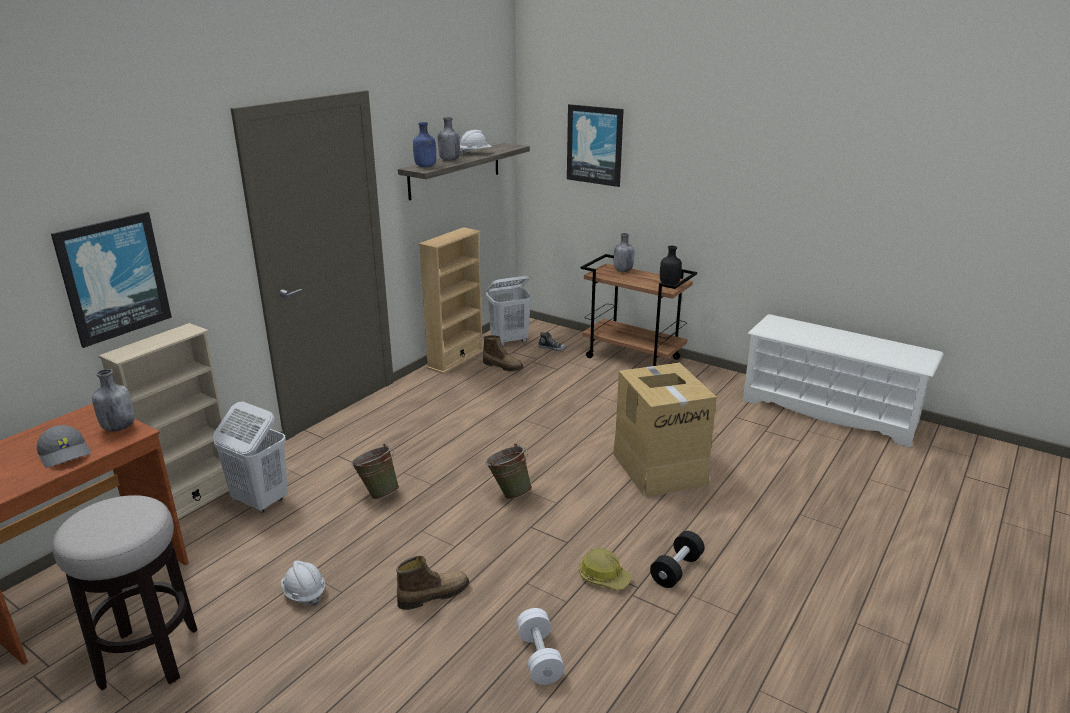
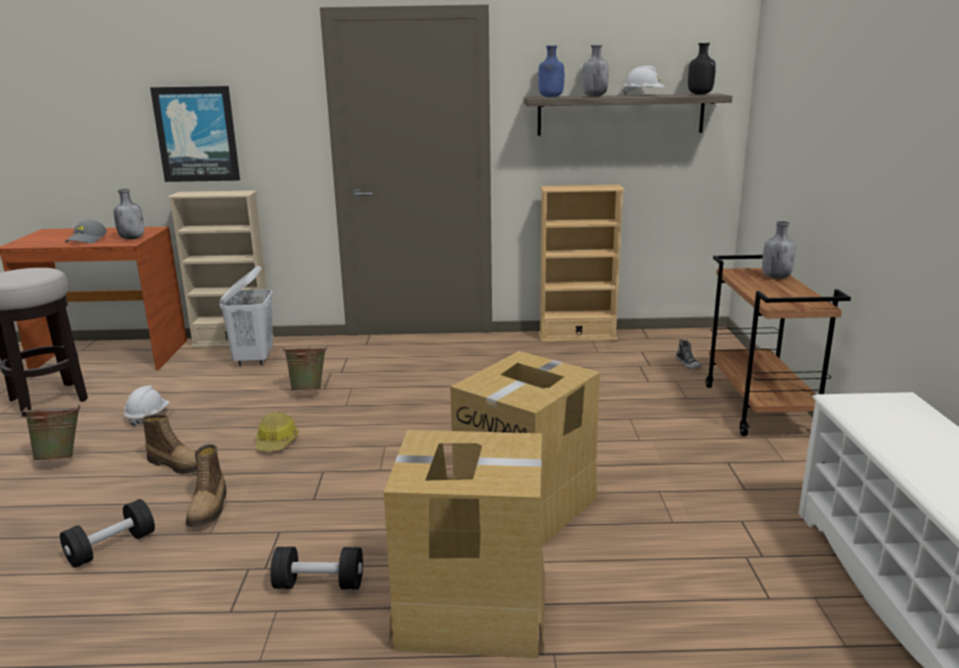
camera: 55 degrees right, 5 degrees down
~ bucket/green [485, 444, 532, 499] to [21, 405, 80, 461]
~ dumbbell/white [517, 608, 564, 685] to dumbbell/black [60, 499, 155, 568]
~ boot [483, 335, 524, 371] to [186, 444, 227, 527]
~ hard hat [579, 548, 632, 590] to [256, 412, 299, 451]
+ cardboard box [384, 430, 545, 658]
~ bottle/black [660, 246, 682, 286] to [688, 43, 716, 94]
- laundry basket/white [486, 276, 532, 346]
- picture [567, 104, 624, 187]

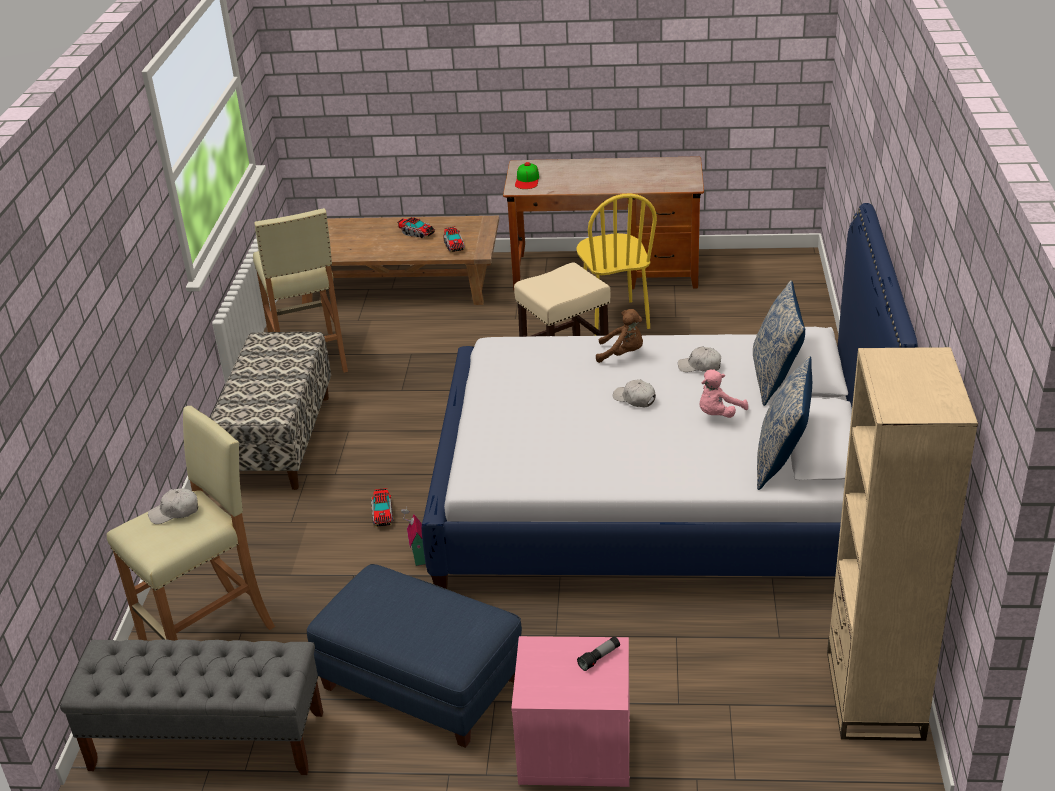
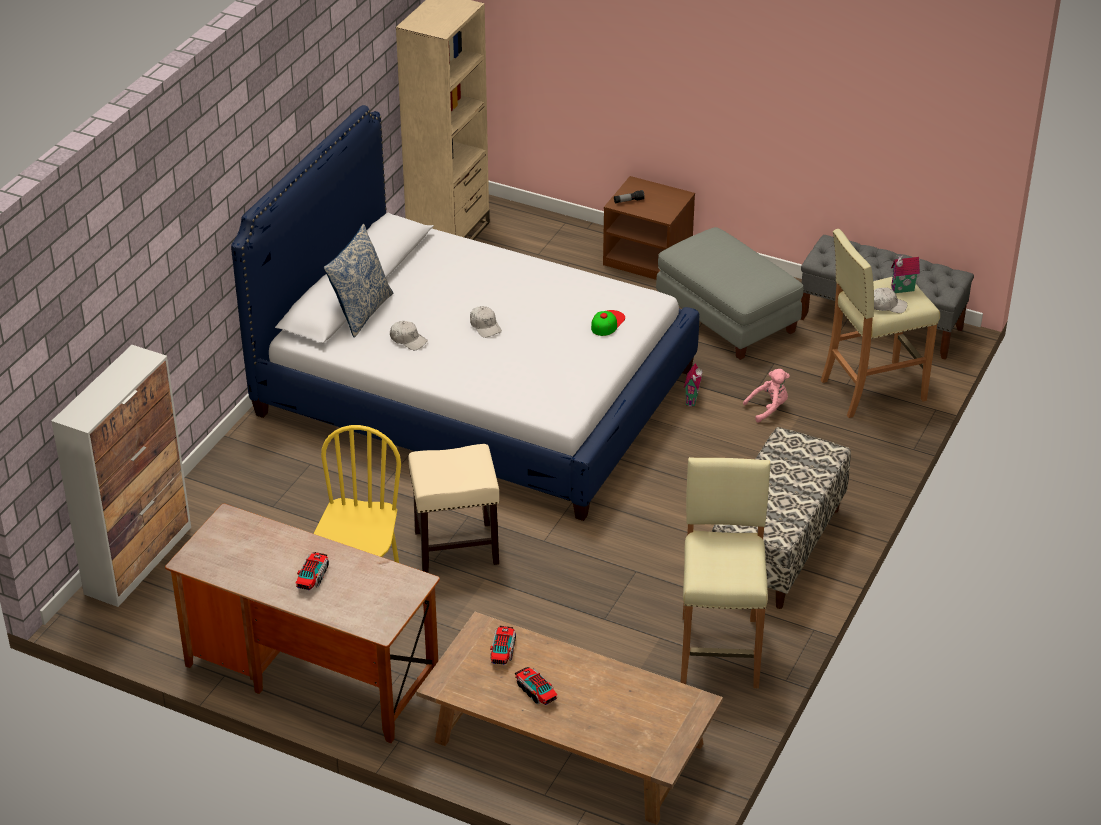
camera: 160 degrees left, 5 degrees up
+ cabinet [51, 345, 191, 607]
~ toy truck [371, 488, 393, 527] to [296, 552, 329, 590]
~ cap [515, 162, 539, 189] to [591, 310, 625, 336]
~ nightstand/pink [511, 636, 630, 787] to nightstand/brown [603, 176, 695, 280]
~ ottoman/blue [307, 564, 522, 748] to ottoman/grey [656, 227, 804, 360]
~ plush toy/pink [700, 370, 748, 418] to [743, 369, 790, 423]
+ toy house [891, 254, 920, 293]
- plush toy/brown [596, 309, 643, 363]
- pillow [757, 356, 812, 490]

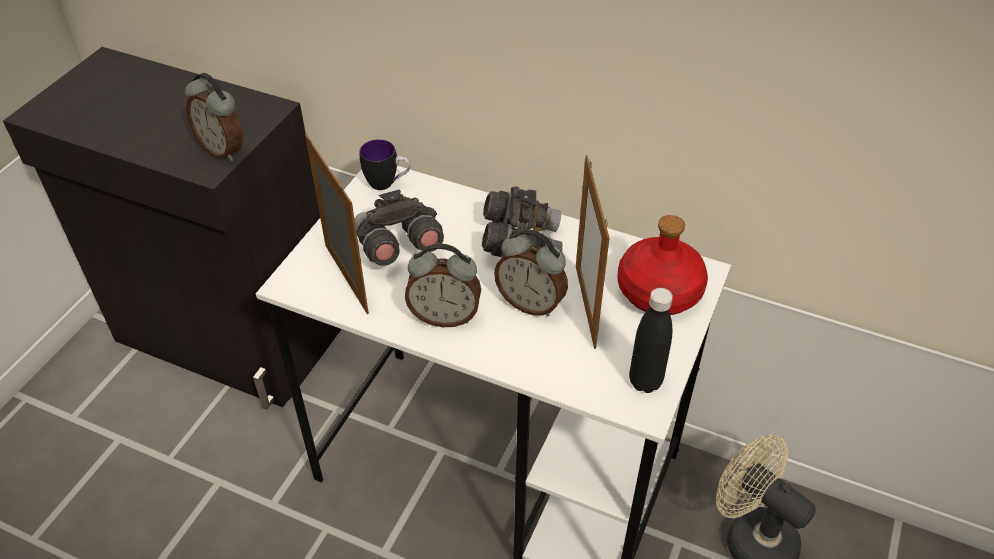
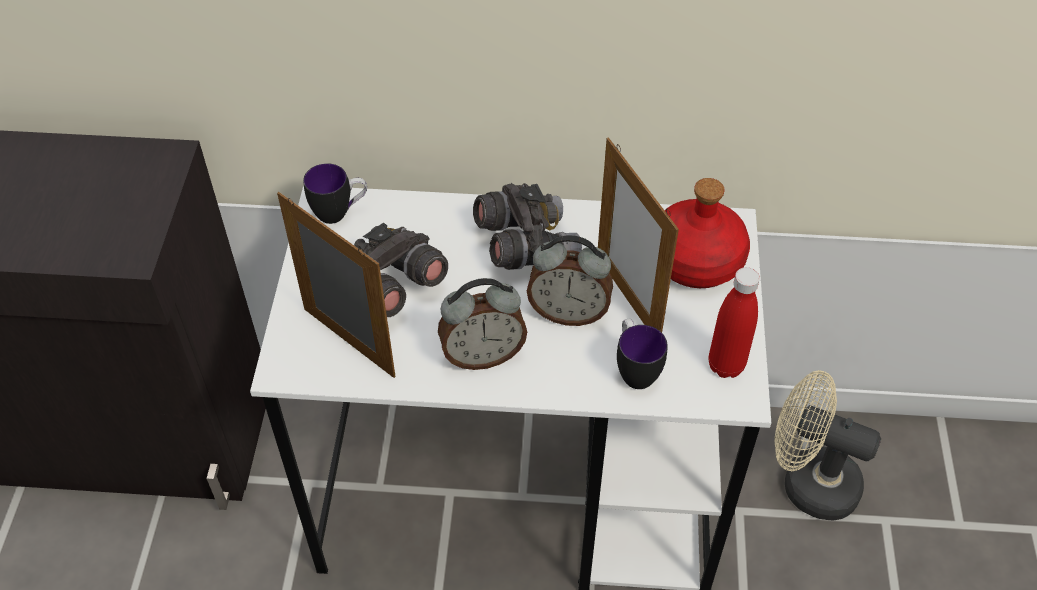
camera: 20 degrees left, 5 degrees up
+ mug [617, 319, 668, 389]
~ bottle/black [629, 288, 673, 393] to bottle/red [708, 267, 760, 378]
- alarm clock [185, 73, 243, 161]

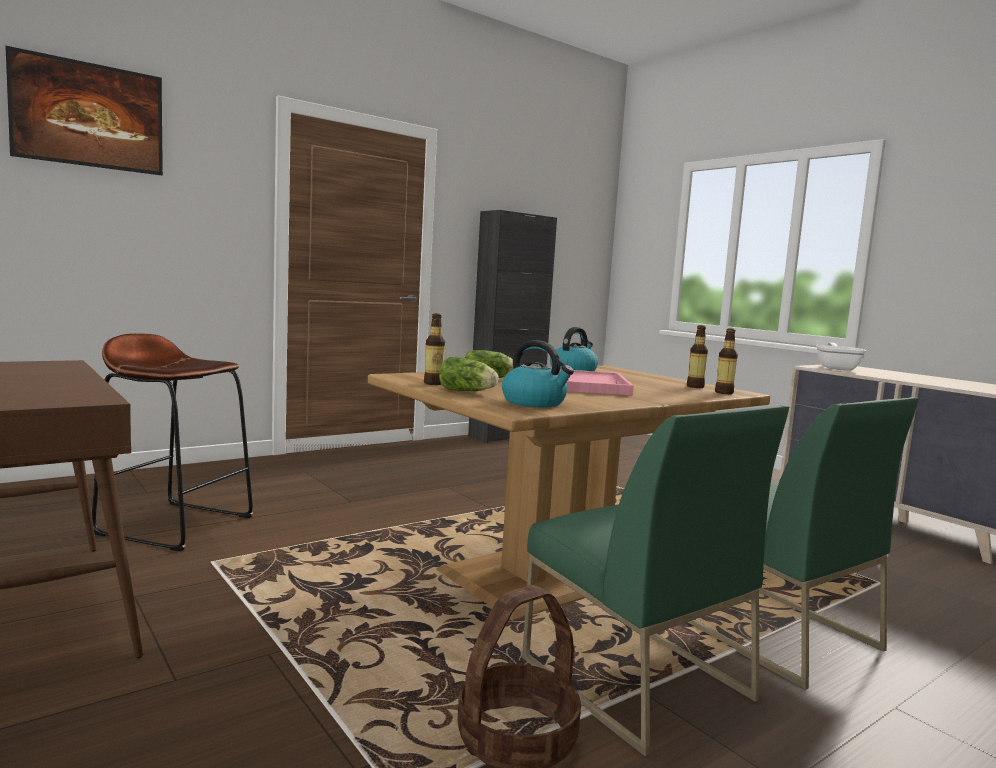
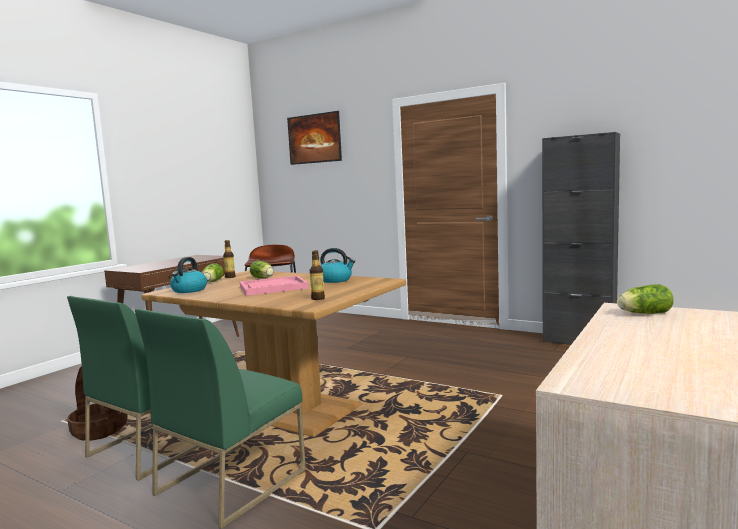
camera: 70 degrees right, 0 degrees up
~ frying pan [816, 343, 867, 371] to lettuce [617, 284, 673, 314]
- bottle [715, 328, 738, 394]

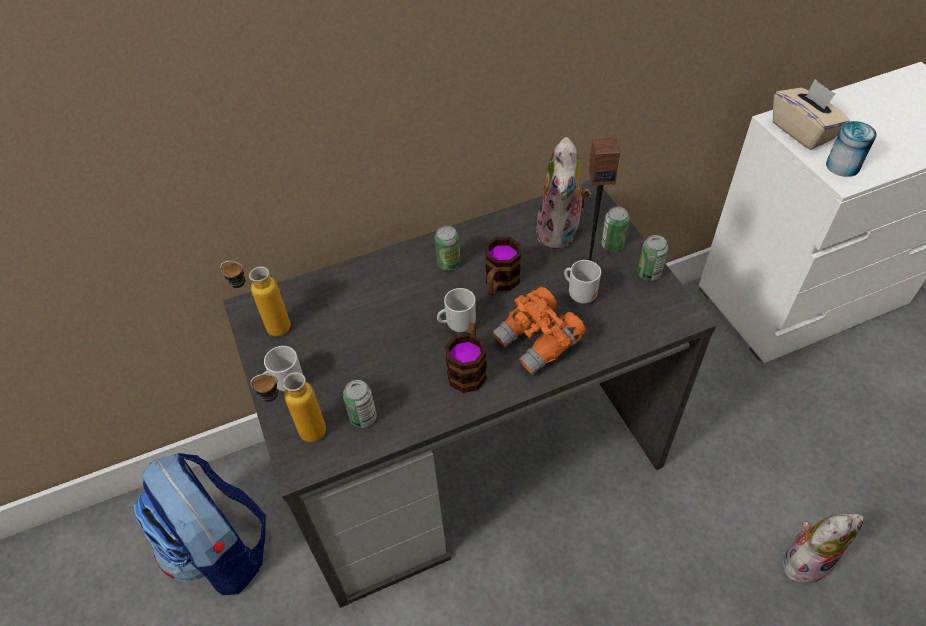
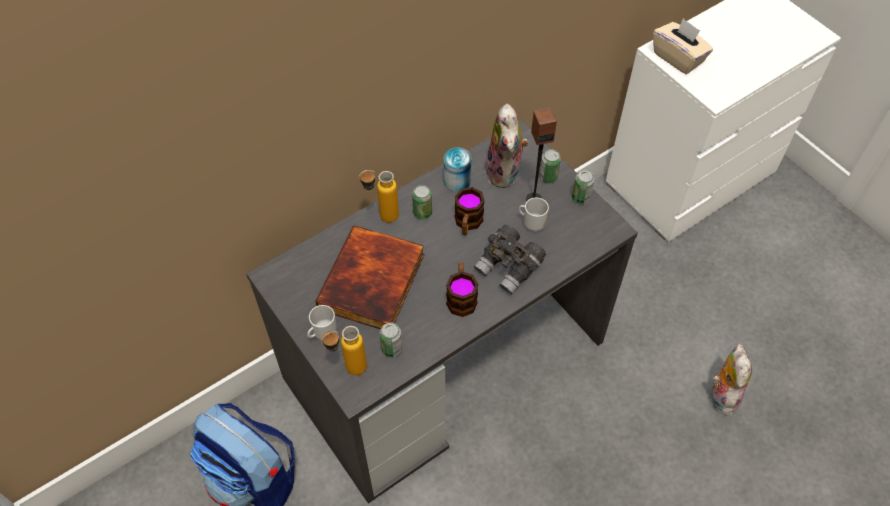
camera: 15 degrees left, 5 degrees up
+ book [315, 225, 425, 329]
~ bottle [220, 261, 291, 336] to [359, 170, 399, 223]
~ can [826, 121, 877, 177] to [444, 148, 471, 192]
~ binoculars/orange [492, 287, 586, 375] to binoculars/grey [474, 225, 546, 294]
~ plush toy [783, 514, 864, 584] = [711, 343, 752, 415] 45 degrees counterclockwise
- mug [437, 288, 476, 332]

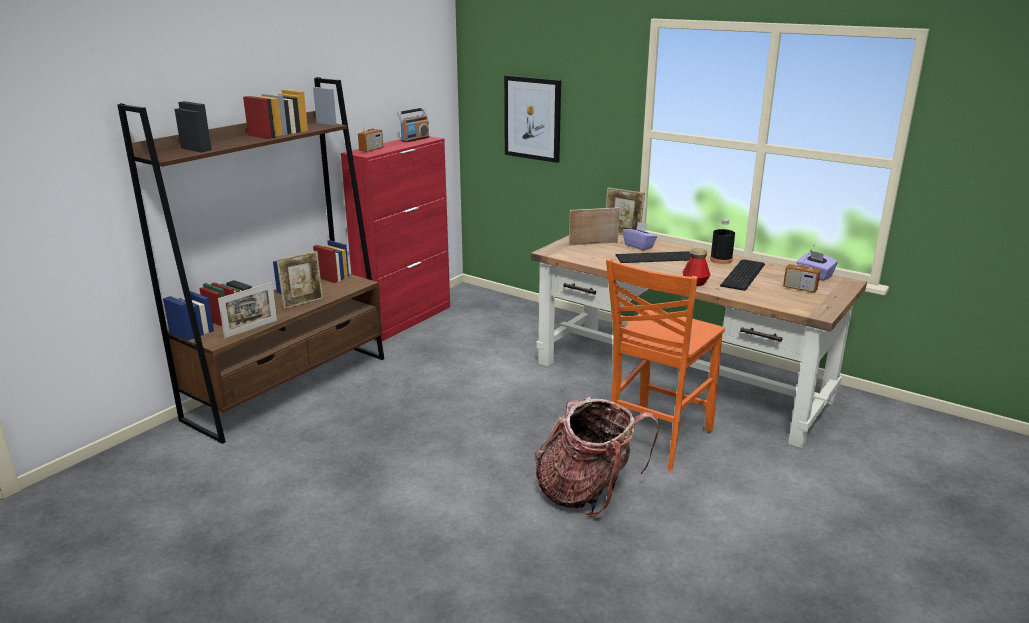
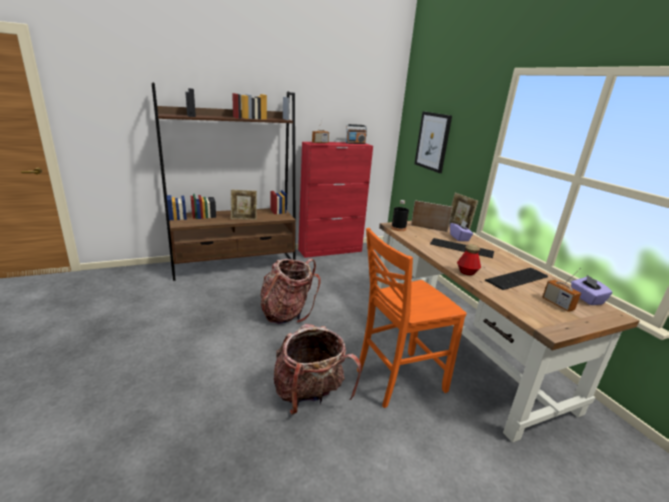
camera: 30 degrees right, 0 degrees up
+ backpack [261, 259, 320, 324]
~ bottle/black [710, 219, 735, 264] to [391, 200, 409, 231]
- picture frame [218, 282, 277, 338]

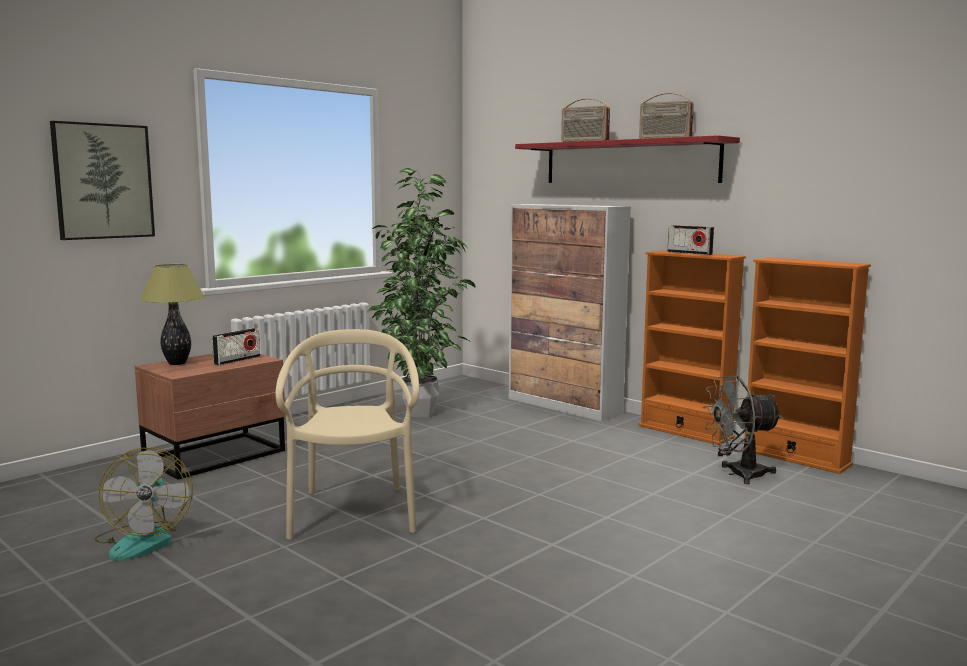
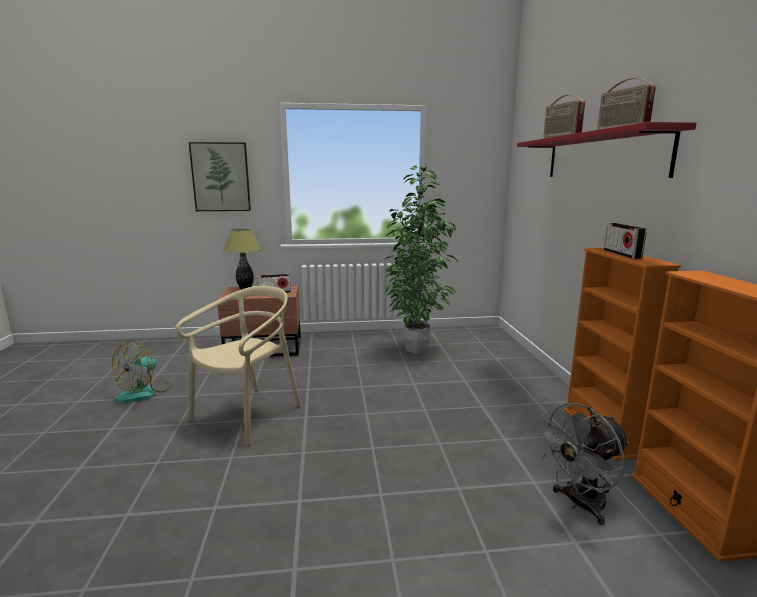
camera: 40 degrees right, 5 degrees up
~ fan/grey [703, 376, 783, 484] = [536, 403, 629, 525] 60 degrees counterclockwise
- cabinet [509, 204, 631, 421]

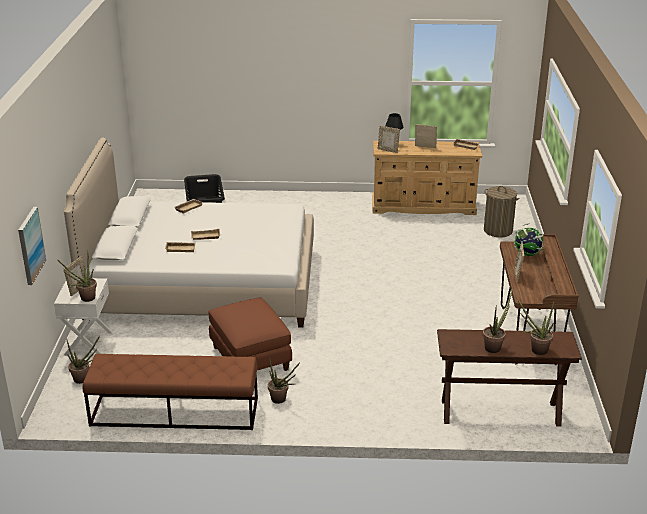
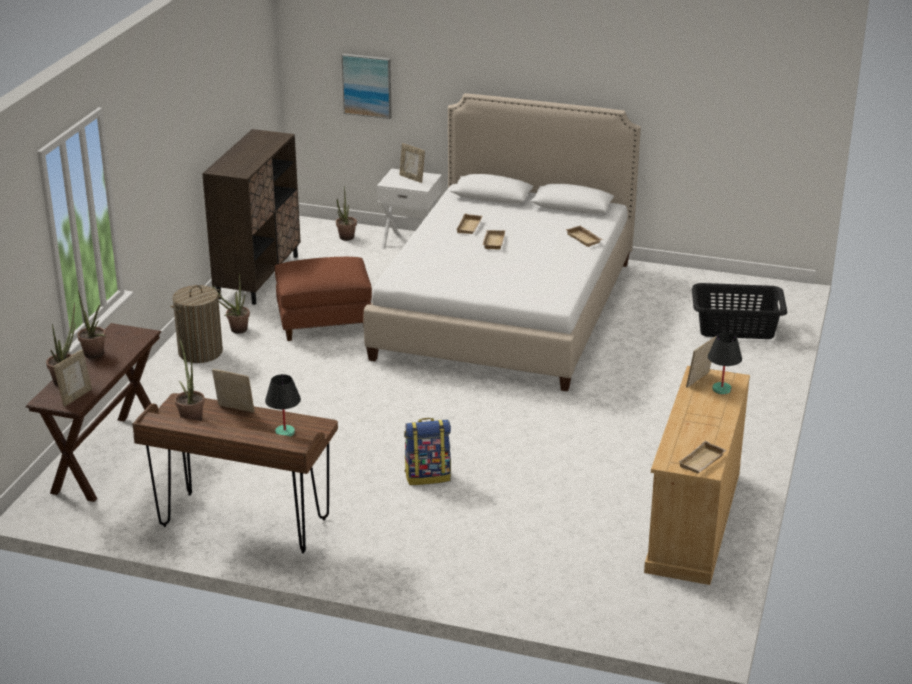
camera: 105 degrees right, 0 degrees up
~ picture frame [415, 124, 437, 148] to [54, 350, 92, 407]
~ laundry basket [484, 186, 520, 237] to [170, 285, 223, 363]
~ potted plant [58, 251, 97, 302] to [175, 337, 205, 421]
~ bench/brown [83, 354, 258, 430] to cabinet/brown [202, 129, 301, 305]
~ globe [514, 223, 545, 256] to table lamp/black [265, 374, 301, 436]
+ backpack [404, 418, 451, 485]

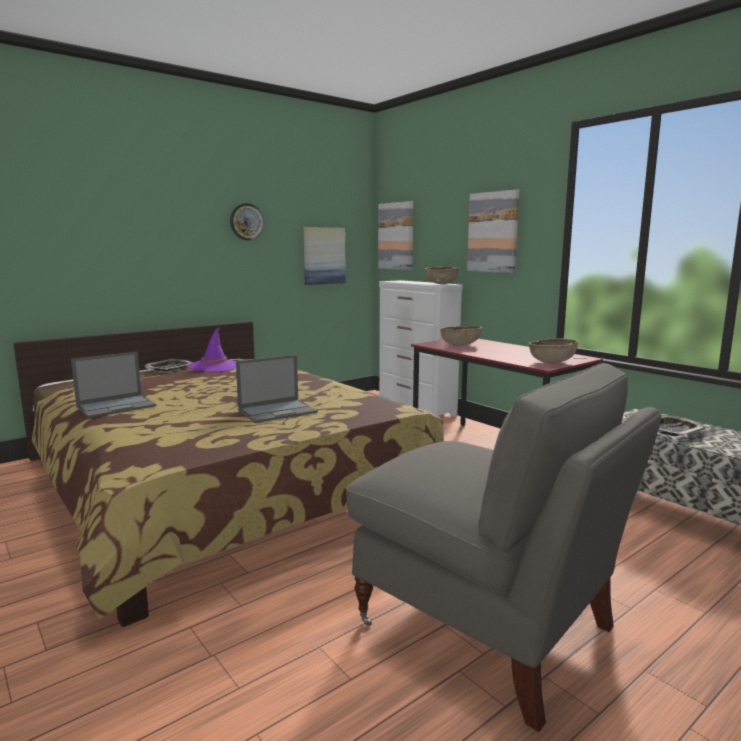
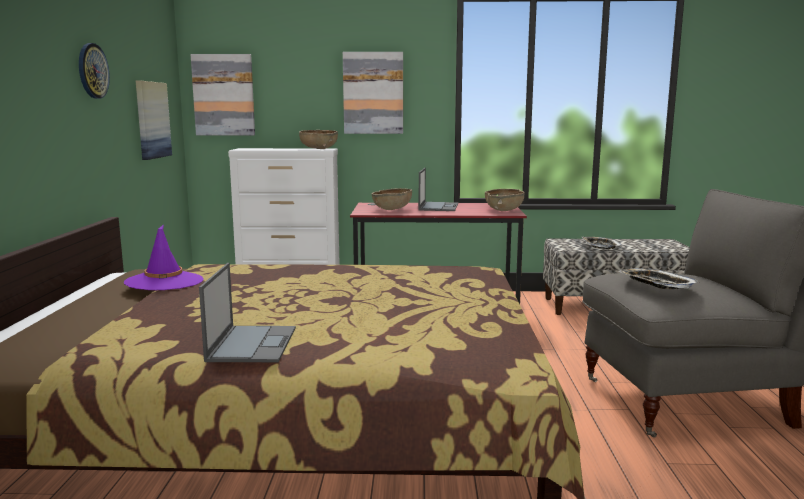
camera: 50 degrees left, 0 degrees up
~ laptop [236, 355, 318, 423] to [419, 168, 458, 211]
~ tray [144, 359, 193, 372] to [619, 268, 700, 289]

